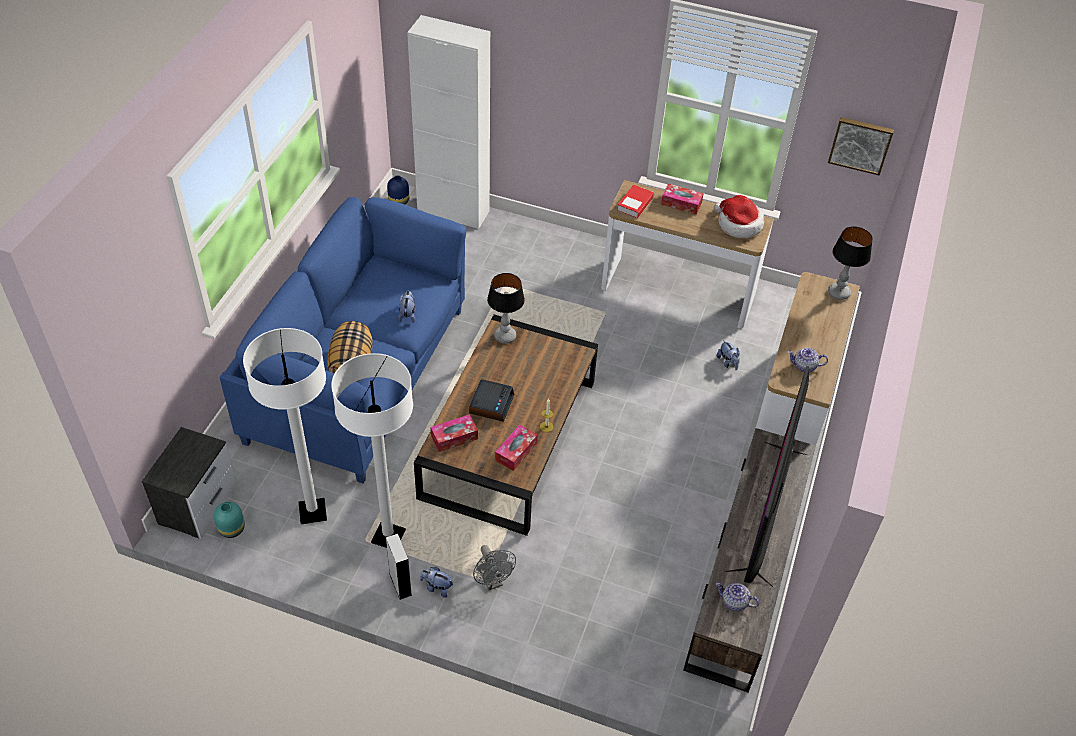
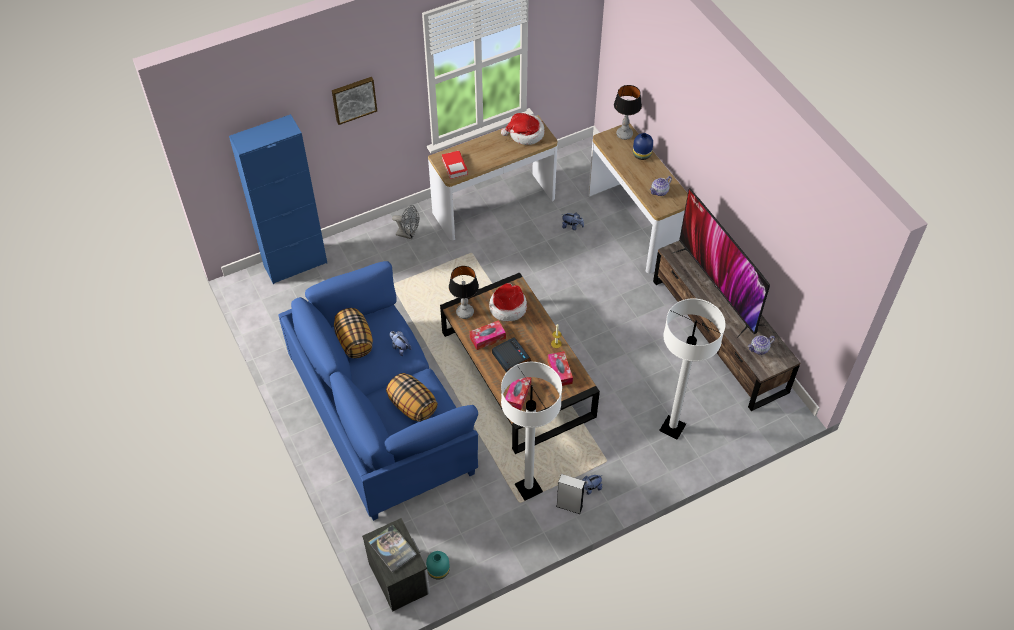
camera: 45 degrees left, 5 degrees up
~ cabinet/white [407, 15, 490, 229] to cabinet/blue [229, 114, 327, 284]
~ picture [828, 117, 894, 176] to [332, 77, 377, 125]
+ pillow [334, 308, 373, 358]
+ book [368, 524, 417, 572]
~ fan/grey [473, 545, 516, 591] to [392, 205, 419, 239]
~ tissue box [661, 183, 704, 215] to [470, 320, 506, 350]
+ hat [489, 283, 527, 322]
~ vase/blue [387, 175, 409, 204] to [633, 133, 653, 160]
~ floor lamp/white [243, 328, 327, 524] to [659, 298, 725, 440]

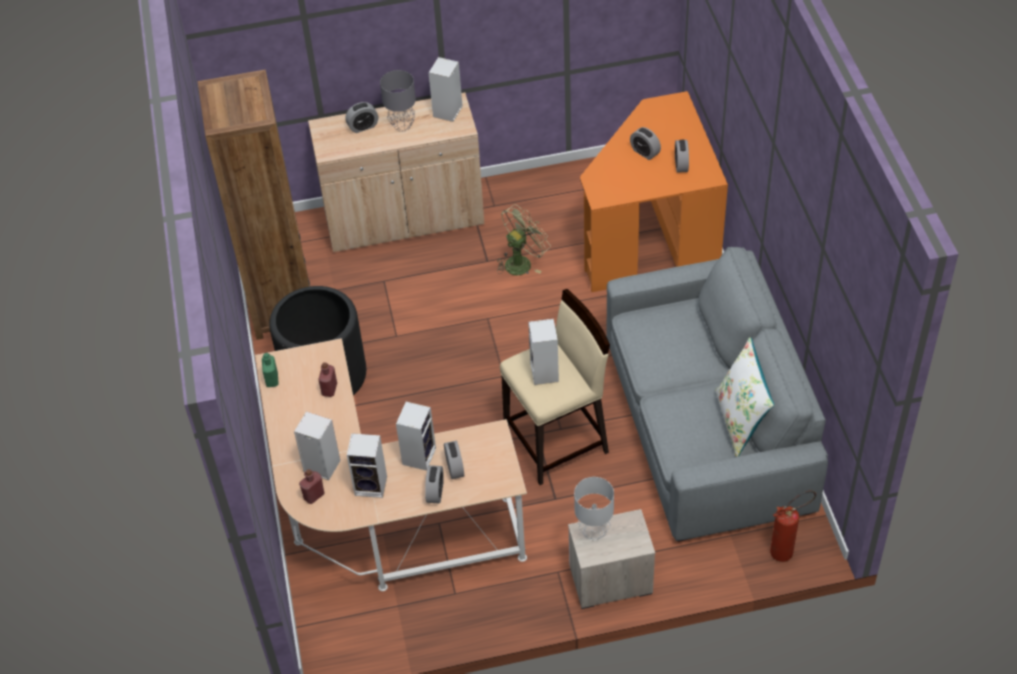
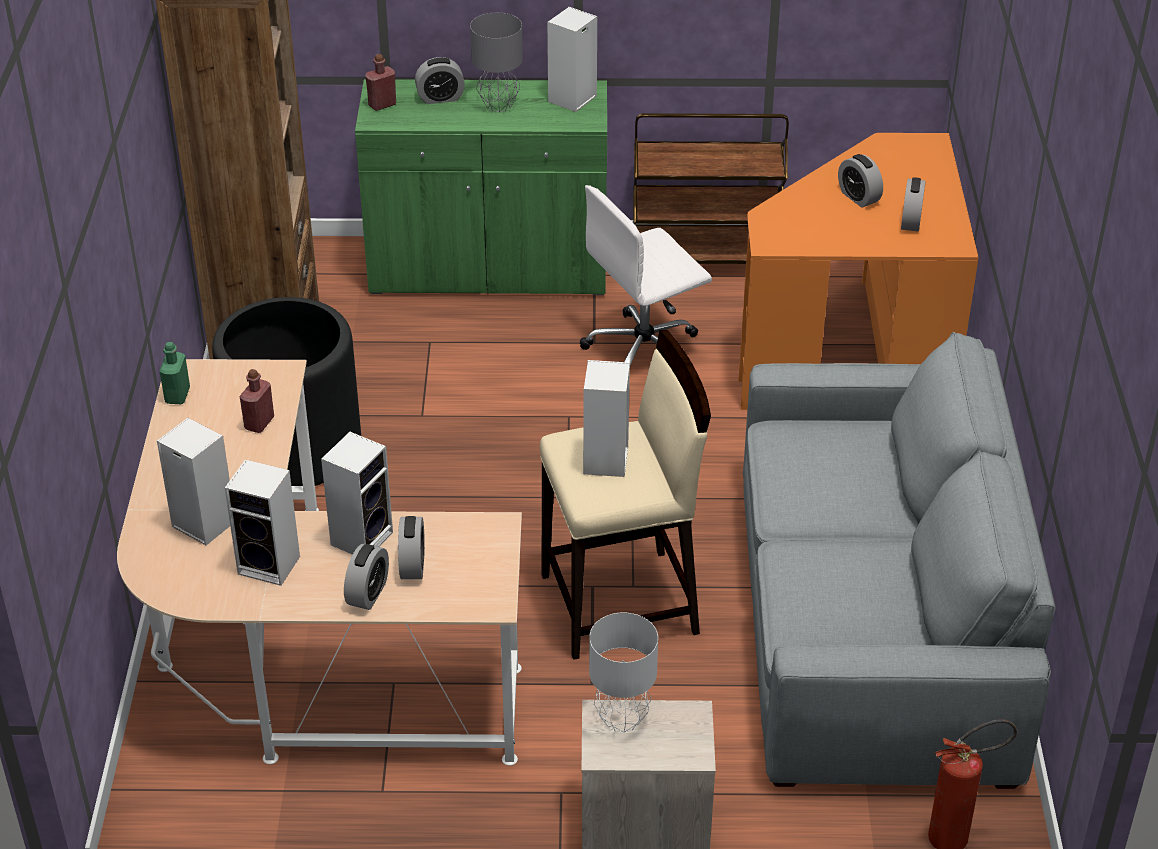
camera: 10 degrees right, 10 degrees down
~ cabinet/beige [308, 93, 485, 252] to cabinet/green [355, 79, 607, 295]
~ bottle/red [299, 469, 325, 504] to [365, 54, 396, 111]
~ fan/green [497, 204, 550, 275] to office chair/white [580, 185, 712, 366]
+ cart/brown [633, 113, 789, 264]
- pillow/white [715, 337, 774, 457]

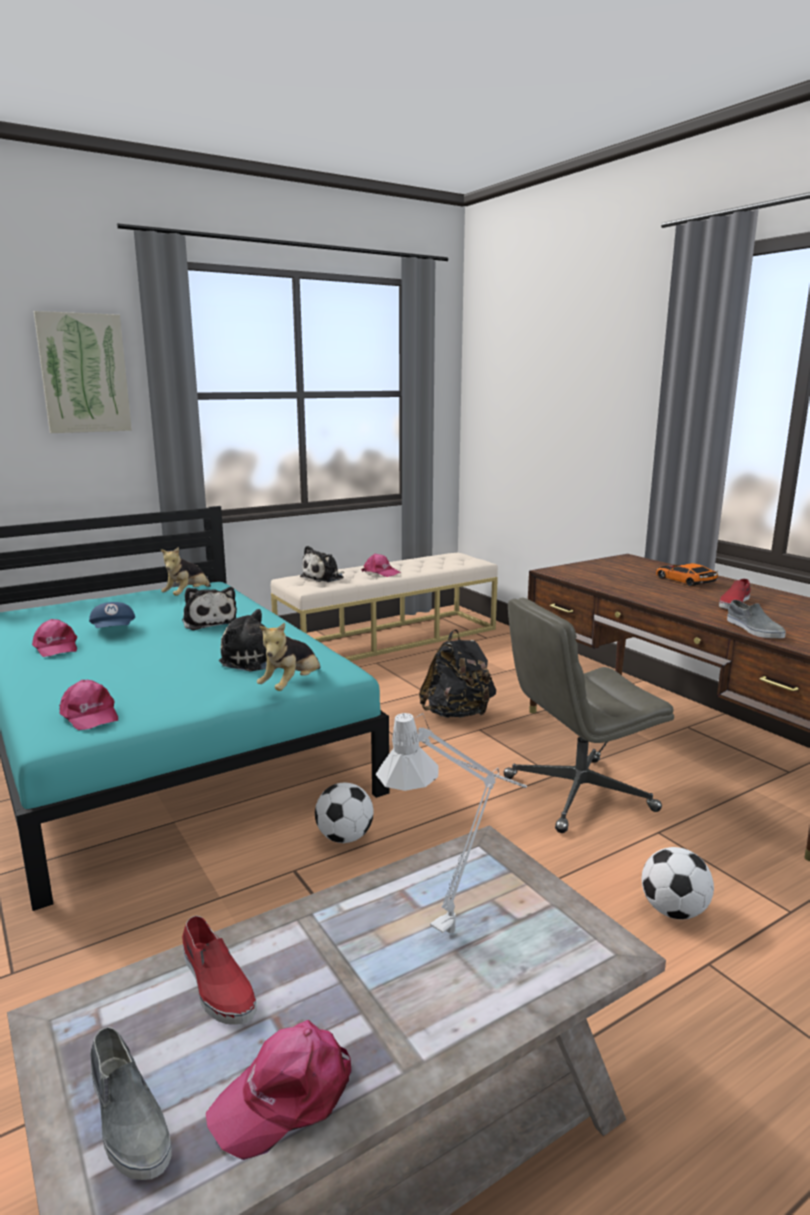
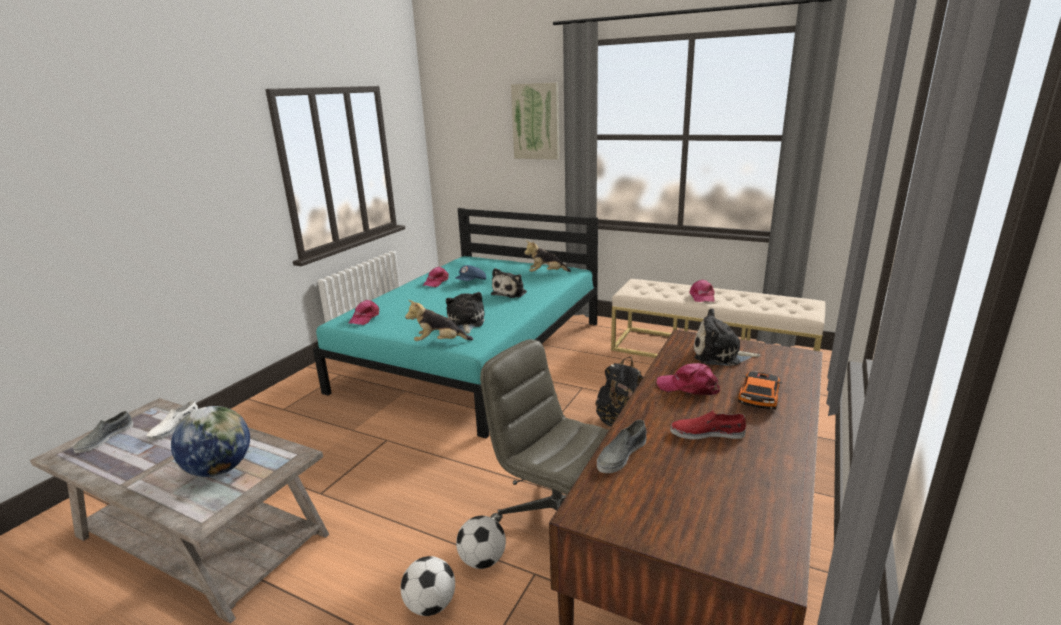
camera: 60 degrees right, 5 degrees up
~ shoe/red [182, 916, 257, 1025] to shoe/white [147, 401, 198, 441]
~ table lamp/grey [376, 713, 527, 936] to globe [171, 406, 250, 477]
~ football [315, 783, 374, 843] to [456, 516, 506, 569]
~ cap/pink [206, 1020, 352, 1160] to [657, 363, 720, 395]
~ plush toy [300, 546, 344, 582] to [694, 308, 760, 366]

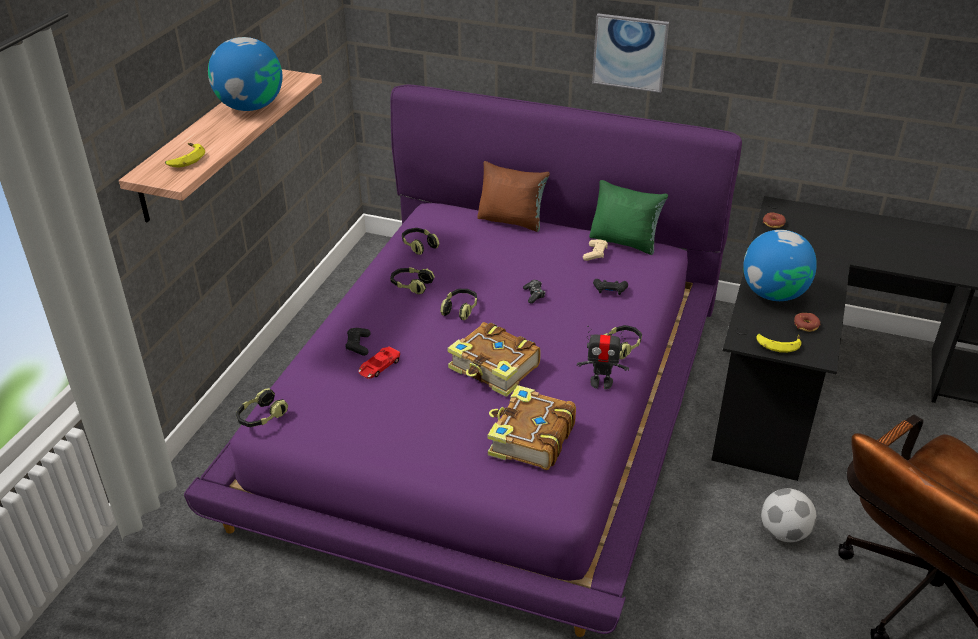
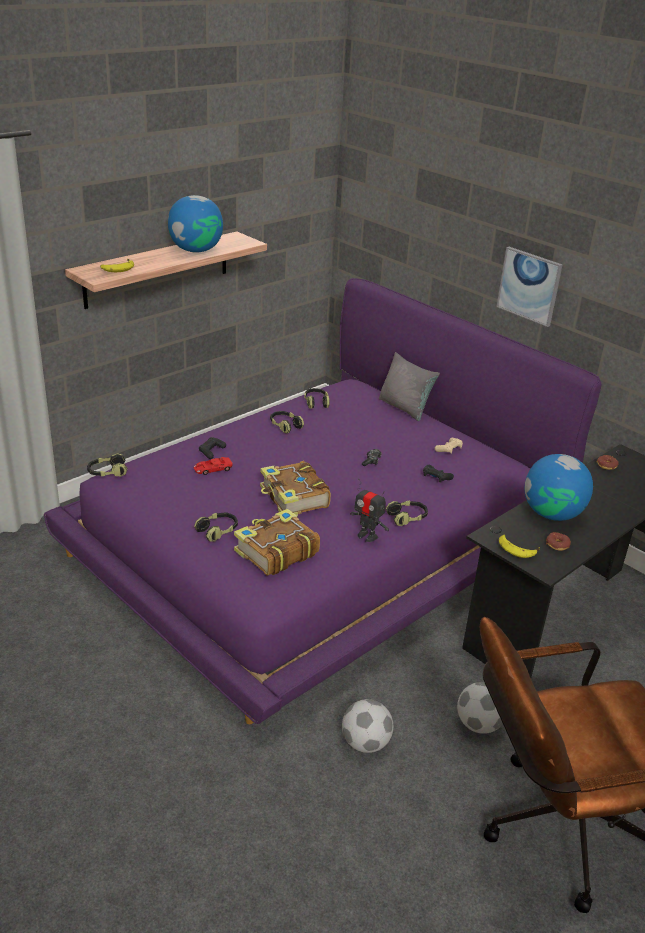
camera: 25 degrees right, 5 degrees down
~ headphones [440, 289, 477, 320] to [194, 512, 238, 542]
+ football [342, 699, 393, 753]
~ pillow/brown [477, 161, 550, 232] to pillow/grey [379, 352, 440, 421]
- pillow/green [589, 180, 668, 255]

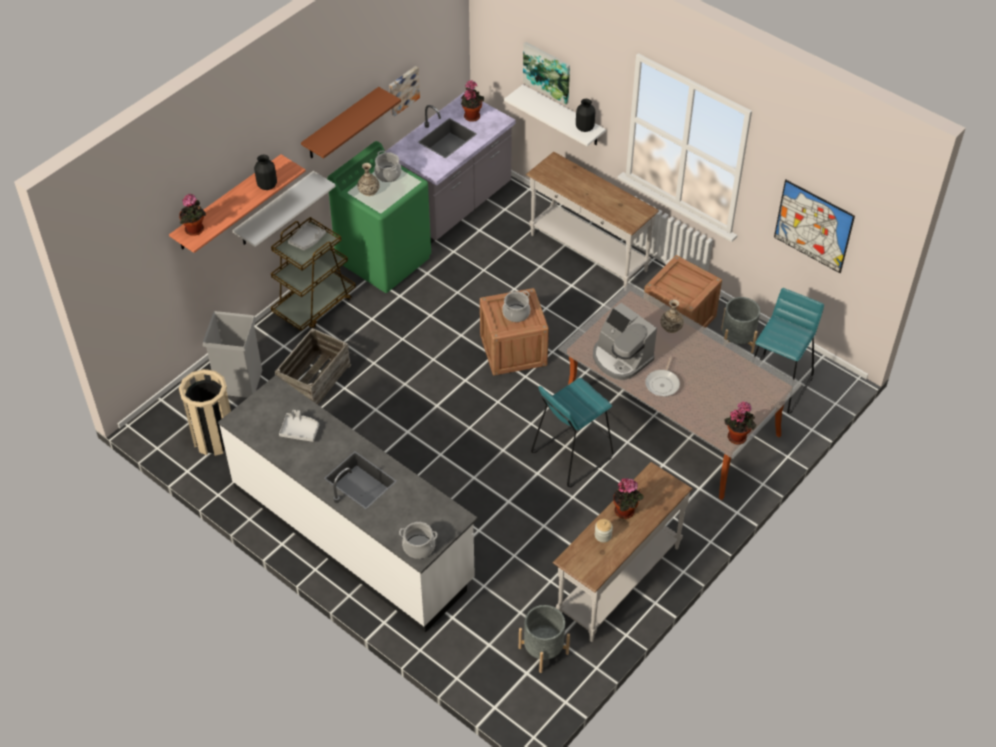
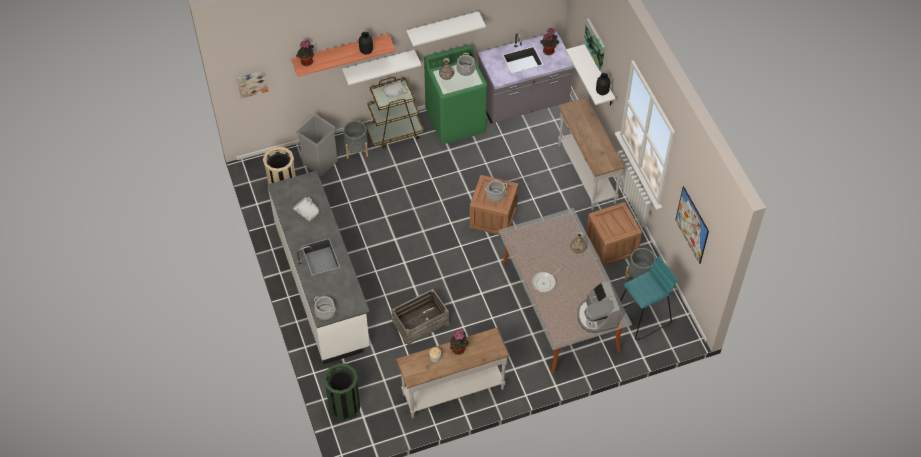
camera: 30 degrees right, 5 degrees up
~ picture [389, 66, 420, 117] to [237, 71, 268, 98]
+ trash can/green [323, 363, 360, 421]
~ planter/grey [519, 605, 570, 673] to [343, 121, 368, 159]
~ crate [275, 328, 351, 405] to [391, 289, 449, 345]
~ shelf/brown [301, 87, 401, 159] to shelf/white [406, 11, 486, 47]
~ coffee machine [593, 303, 657, 380] to [577, 281, 620, 333]
- stool/turquoise [531, 378, 613, 487]
- potted plant [724, 401, 756, 444]

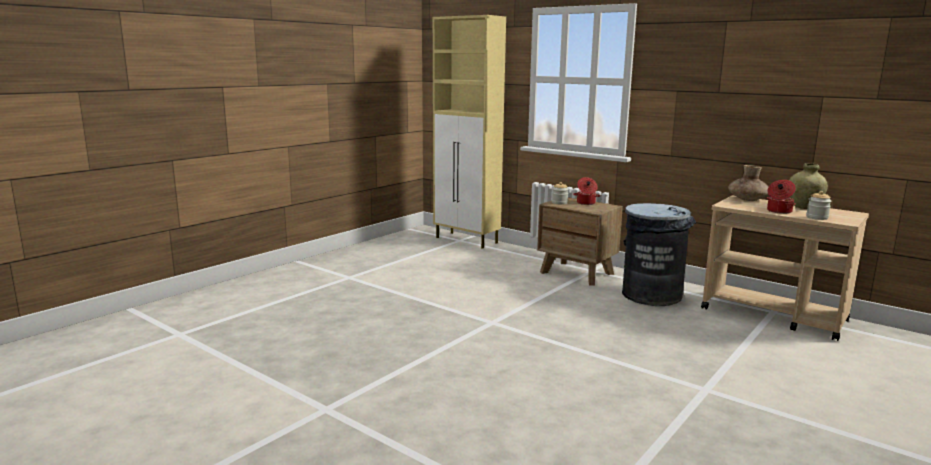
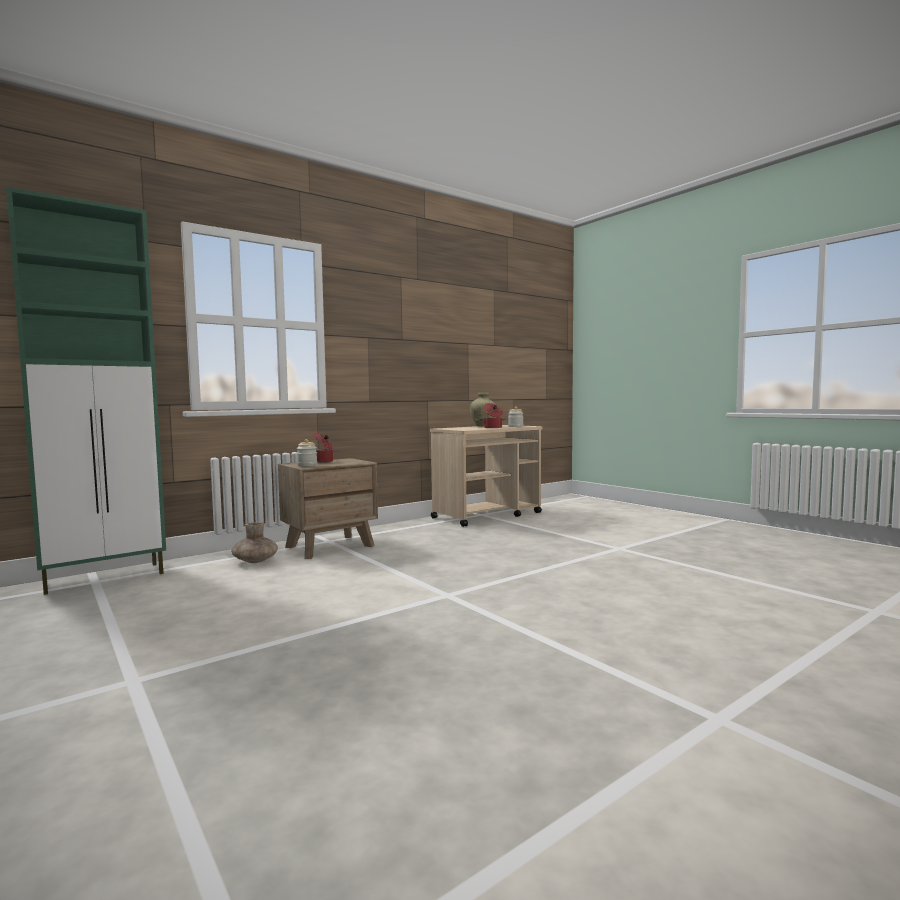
camera: 75 degrees left, 10 degrees down
~ cabinet/beige [433, 15, 506, 249] to cabinet/green [6, 187, 166, 595]
~ vase/brown [728, 165, 769, 201] to [231, 522, 278, 563]
- trash can/grey [622, 203, 696, 306]

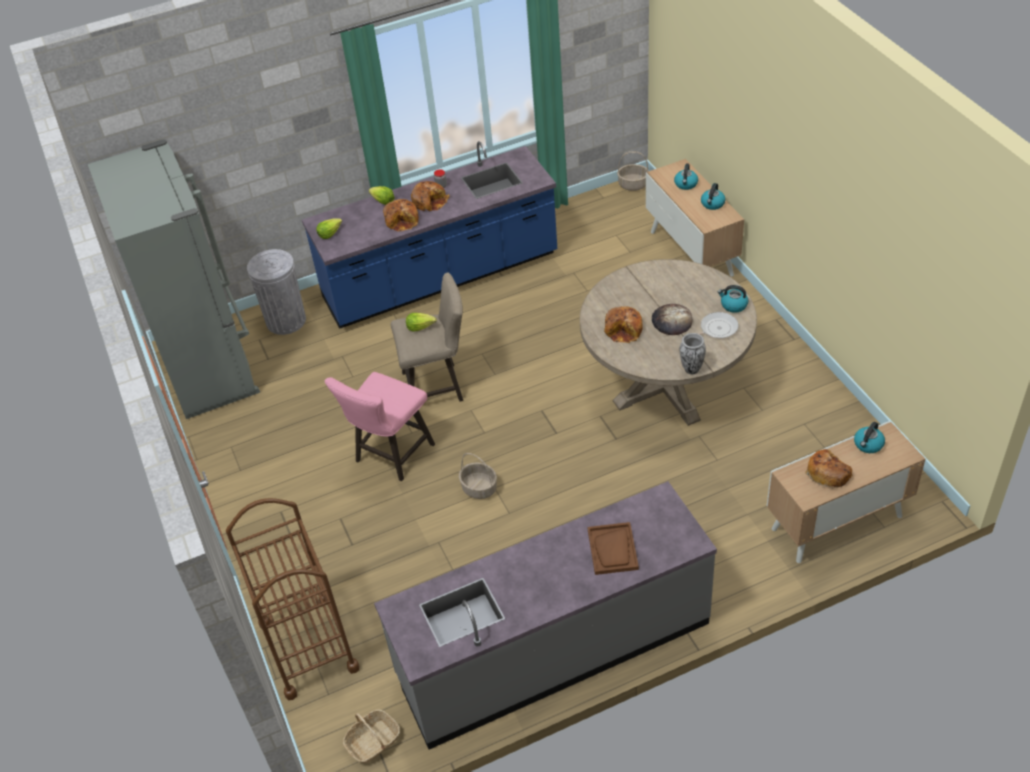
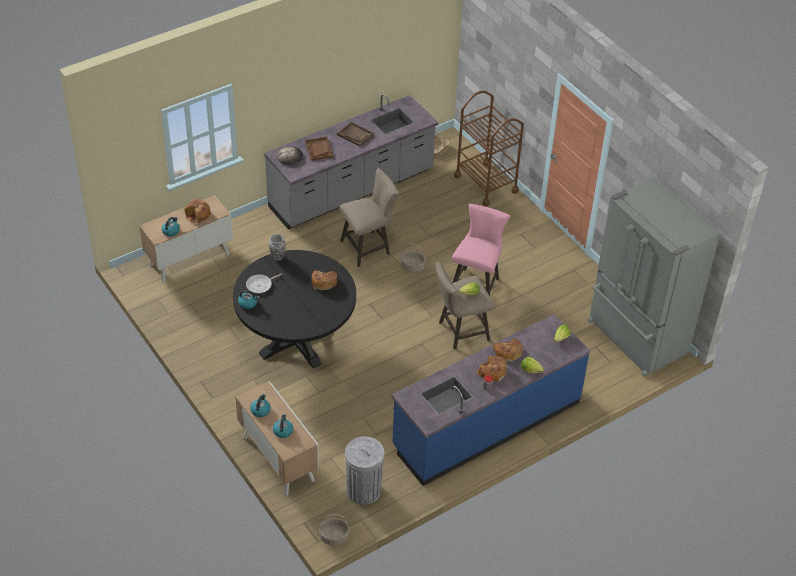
camera: 165 degrees right, 0 degrees up
~ dining table/beige [580, 259, 757, 426] to dining table/black [233, 250, 356, 368]
~ bread [652, 304, 693, 335] to [277, 146, 303, 165]
+ tray/brown [337, 122, 374, 147]
+ stool/beige [339, 168, 399, 267]
~ trash can/grey [247, 249, 306, 335] to [345, 436, 384, 505]

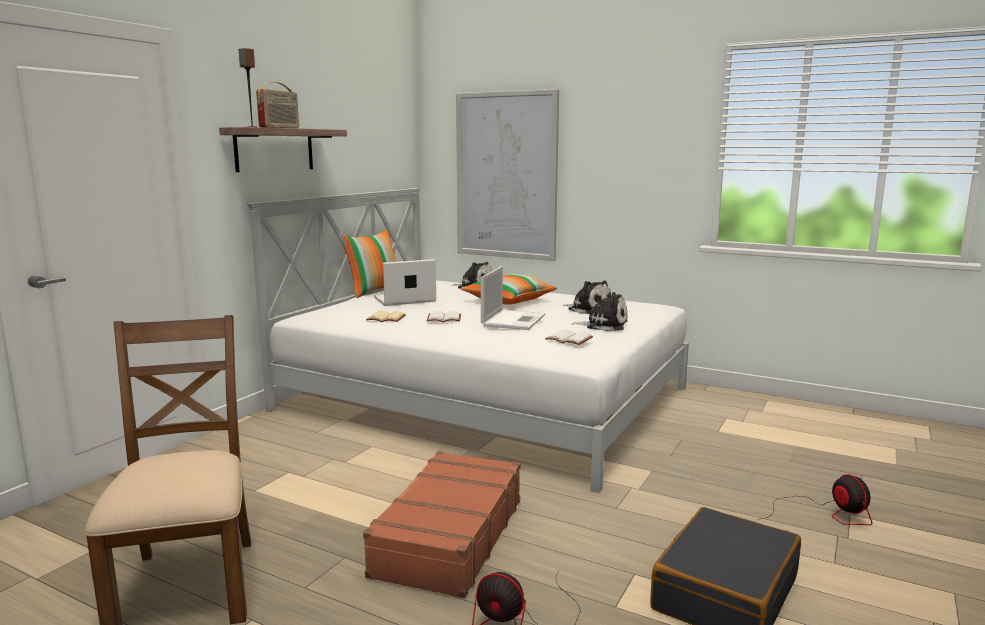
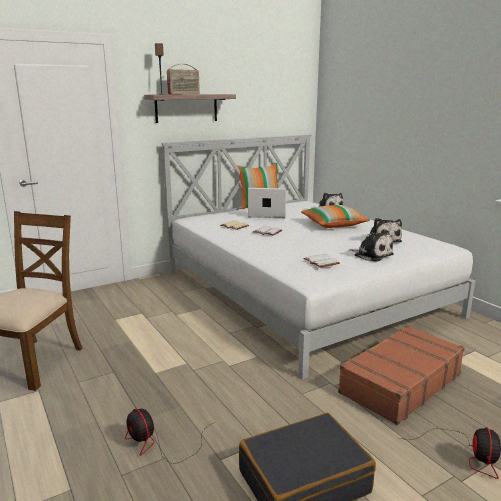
camera: 30 degrees right, 5 degrees up
~ suitcase/brown [363, 451, 520, 598] to [338, 325, 465, 425]
- picture [456, 89, 559, 261]
- laptop [481, 267, 545, 330]

